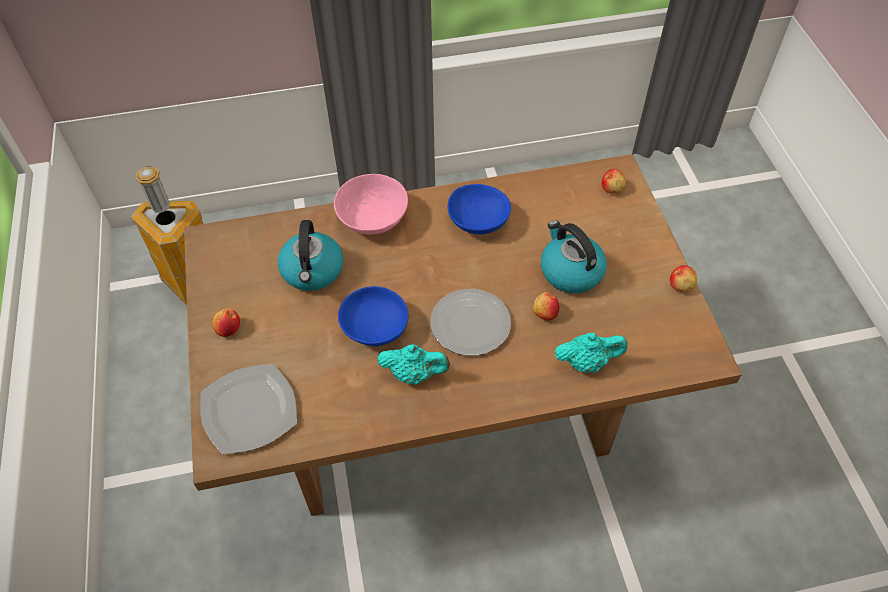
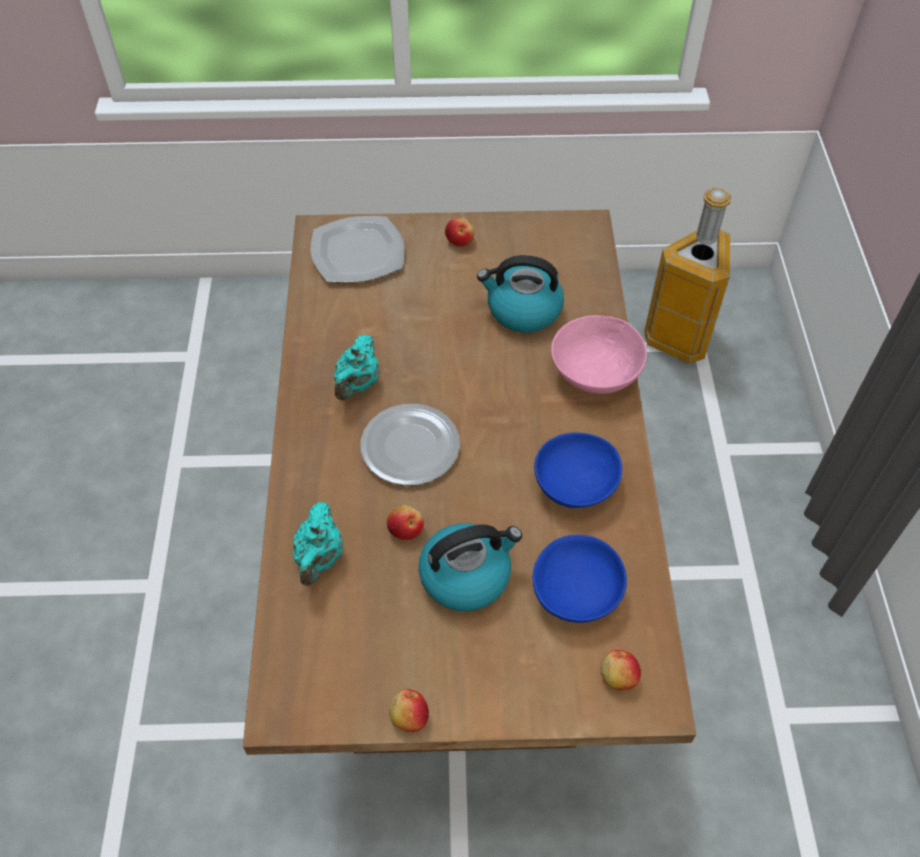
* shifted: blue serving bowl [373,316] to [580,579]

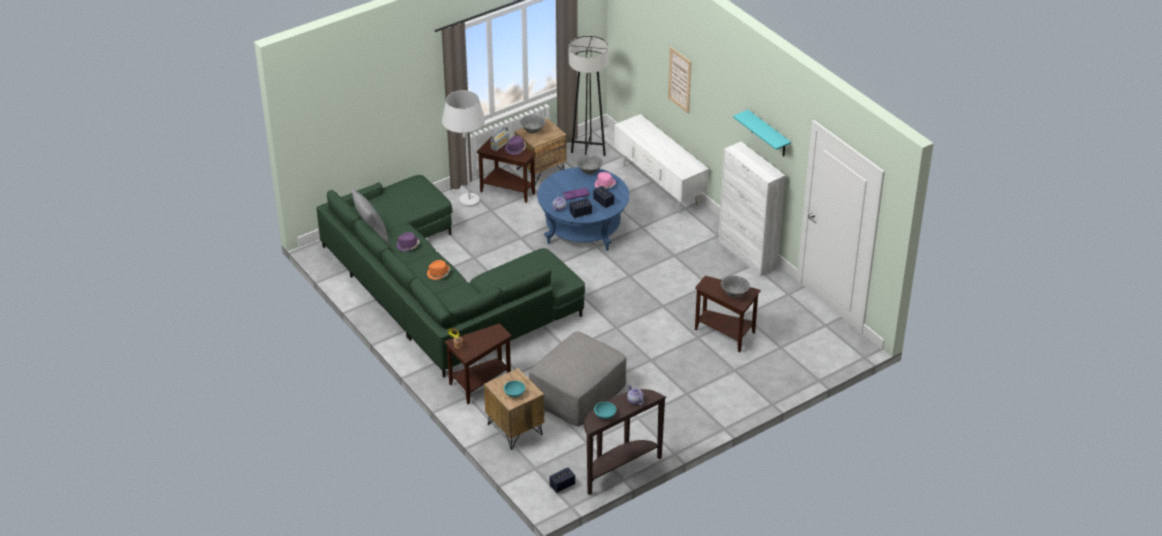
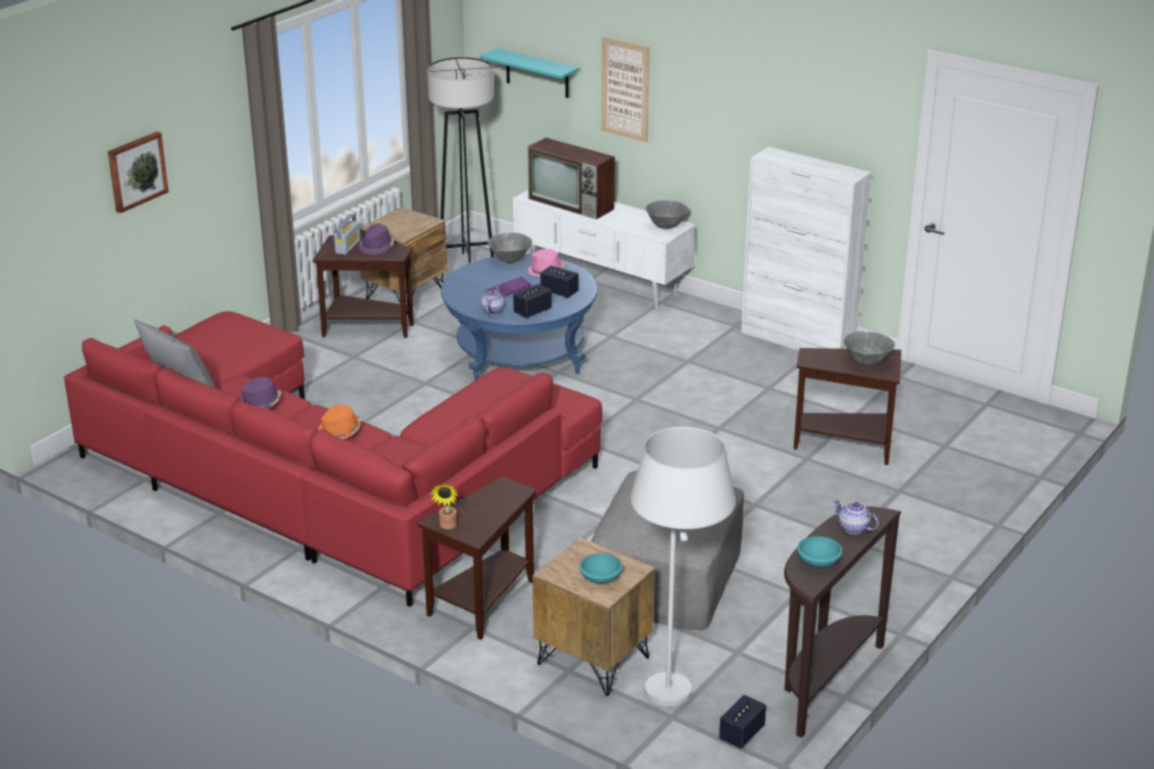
* repainted: green couch [450,276] to red couch [333,459]
* new: picture [138,172]
* shifted: turquoise-coloured bracket shelf [762,133] to [529,73]
* new: TV set [571,179]
* shifted: white standing lamp [463,148] to [683,567]
* shifted: greyish serving bowl [532,124] to [667,214]

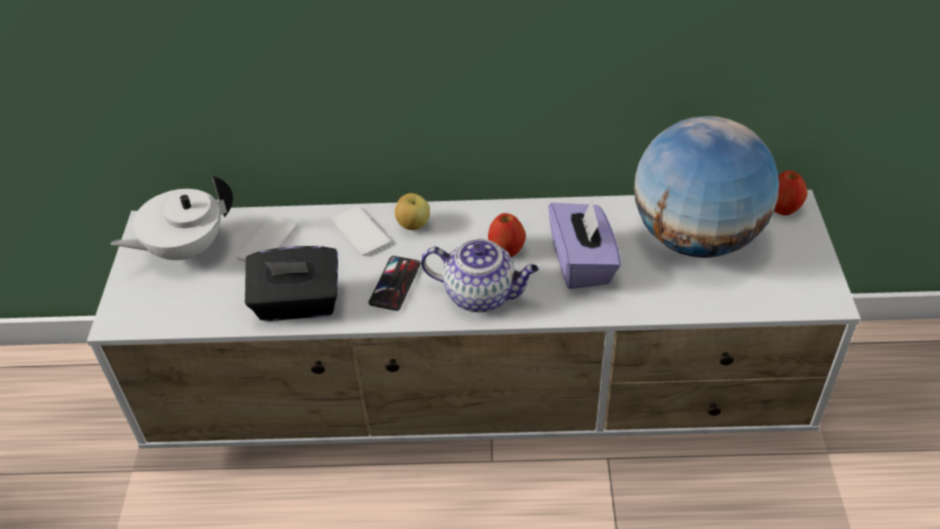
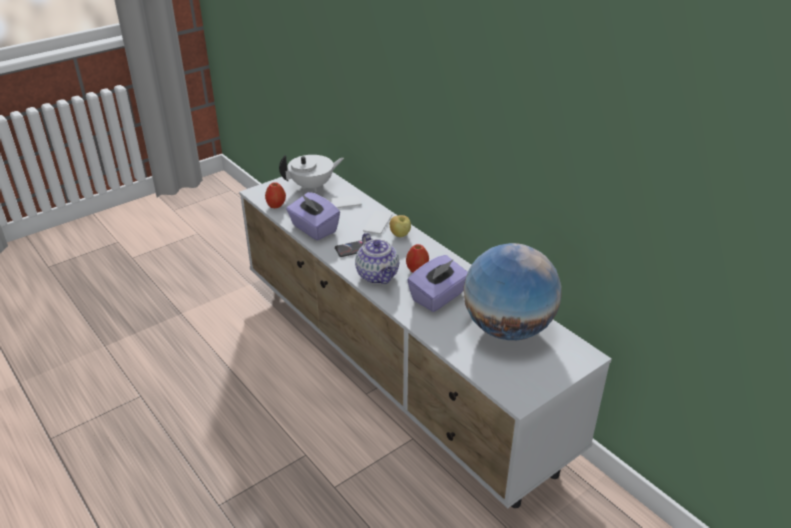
* shifted: apple [790,193] to [275,195]
* rotated: white teapot [172,218] = [311,173] 135 degrees clockwise
* repainted: black-coloured tissue box [291,283] to purplish tissue box [313,216]

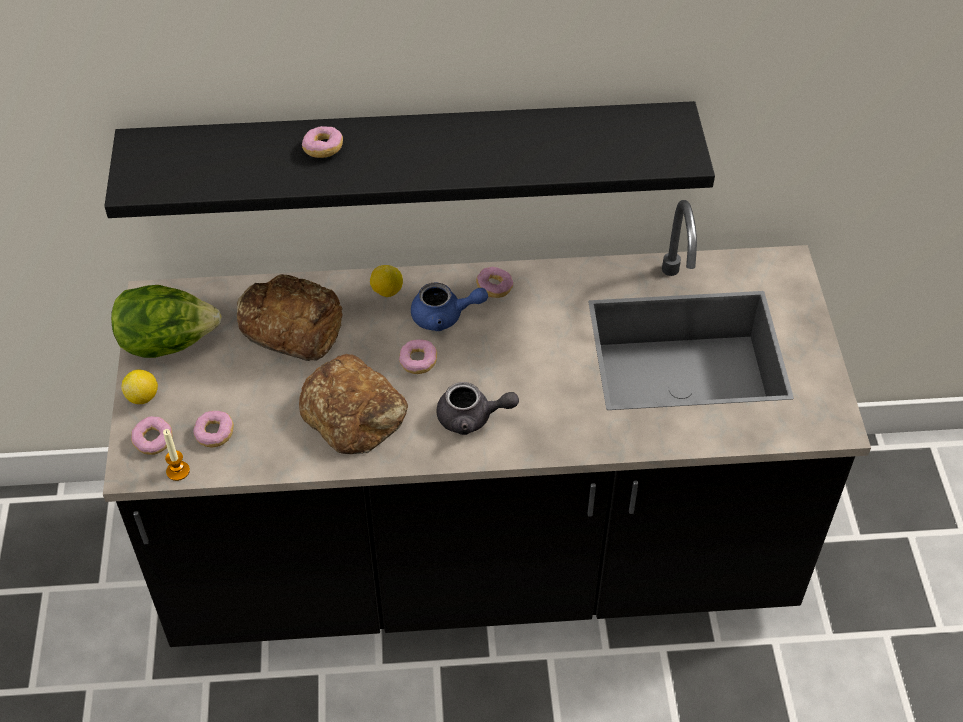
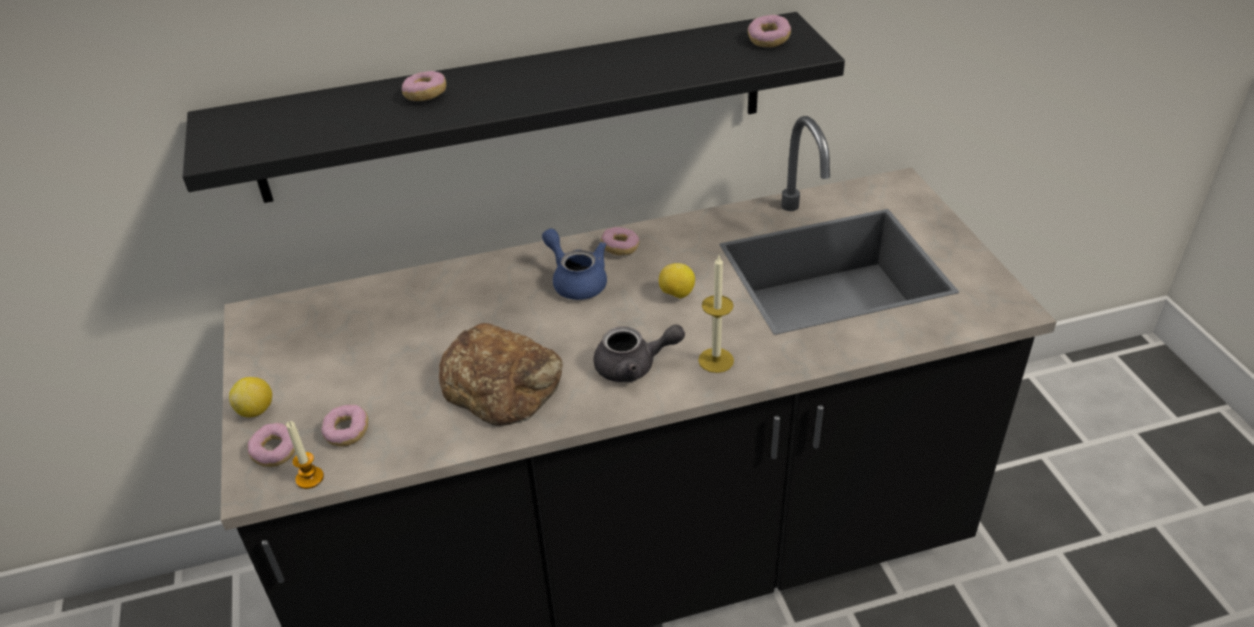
* rotated: blue teapot [449,306] = [574,264] 120 degrees counterclockwise
* shifted: citrus fruit [386,281] to [677,281]
* new: candle [716,314]
* shifted: ring doughnut [418,356] to [769,31]
* gone: head of lettuce [166,321]
* gone: baked bread [290,317]

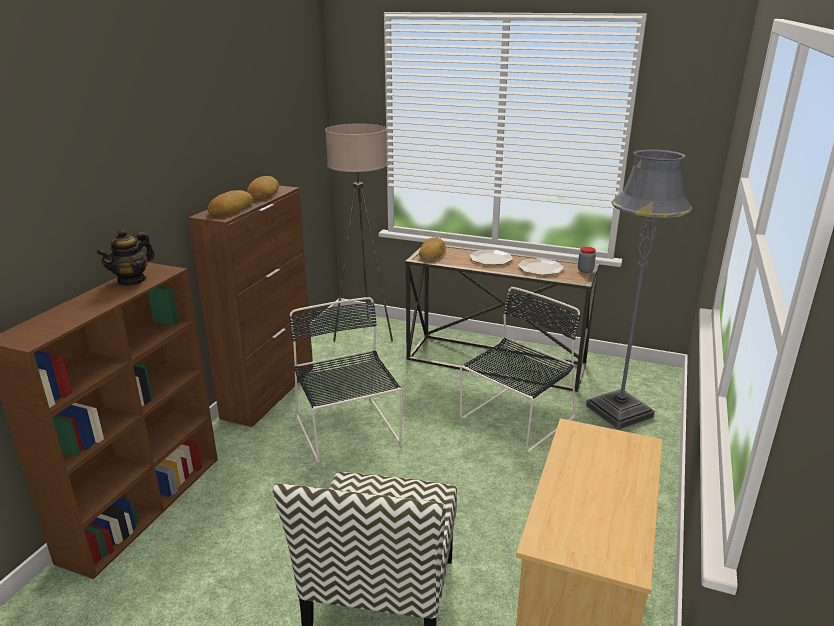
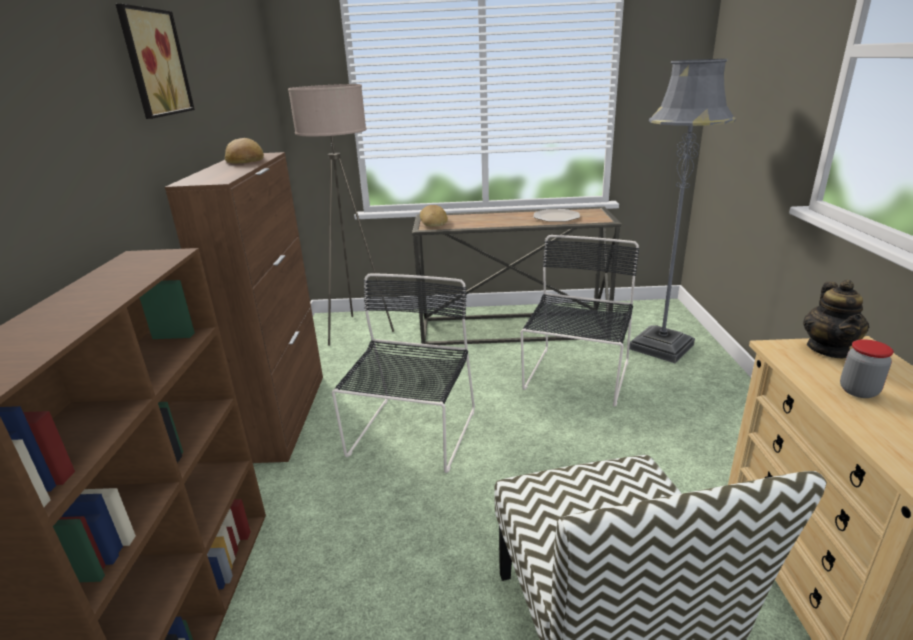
* new: picture [155,61]
* rotated: black-coloured plain chair [346,380] = [403,373] 60 degrees clockwise
* shifted: teapot [126,257] to [836,319]
* shifted: storage jar [587,260] to [867,368]
* gone: baked bread [230,202]
* gone: plate [491,257]

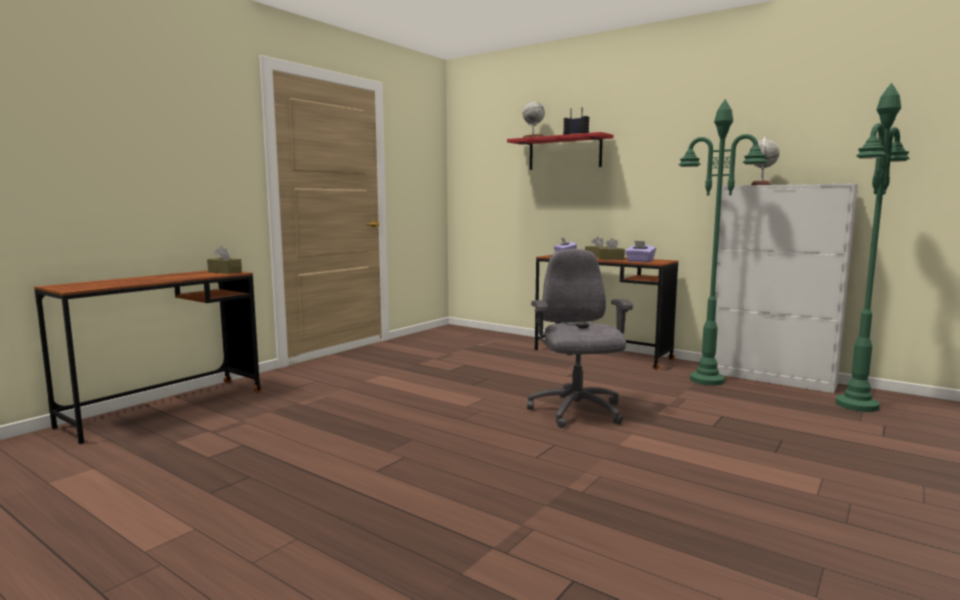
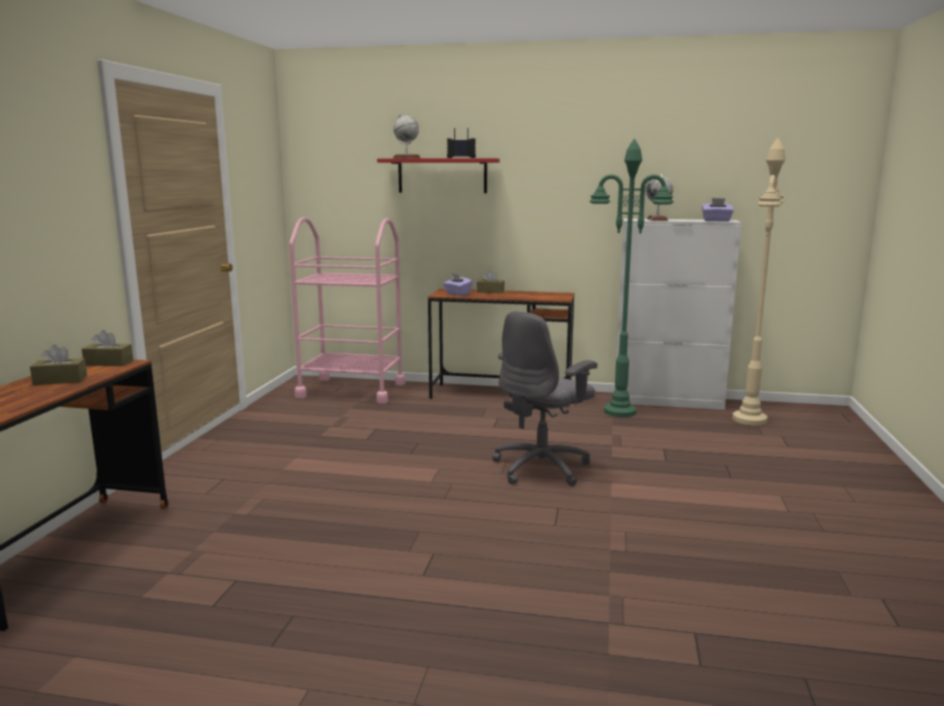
* shifted: brown tissue box [612,249] to [58,364]
* new: pink-coloured wheeled cart [347,310]
* rotated: greyish desk chair [580,338] = [544,398] 105 degrees counterclockwise
* shifted: purplish tissue box [640,251] to [718,210]
* repainted: green standing lamp [872,247] to beige-coloured standing lamp [759,281]

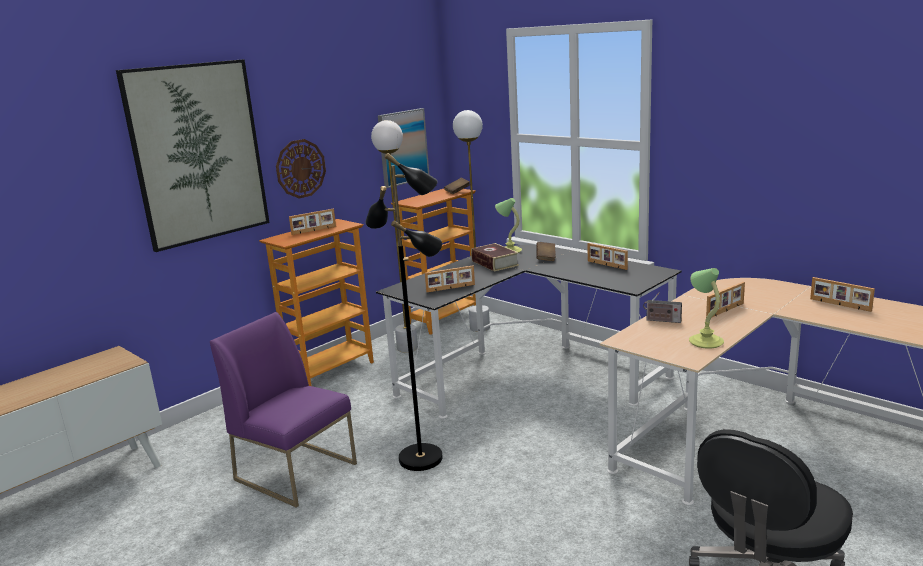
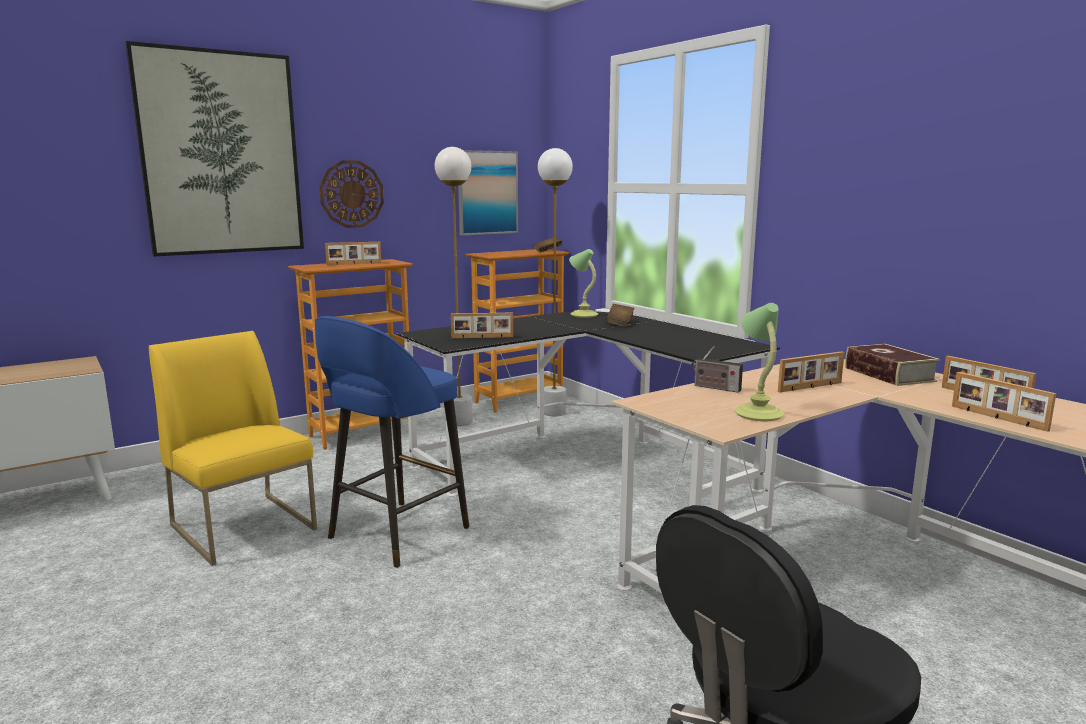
* repainted: purplish plain chair [283,410] to yellowish plain chair [233,448]
* swapped: black-coloured standing lamp [404,312] to blue sitting stool [392,442]
* shifted: volume [495,257] to [892,365]
* shifted: photo frame [608,256] to [1004,402]

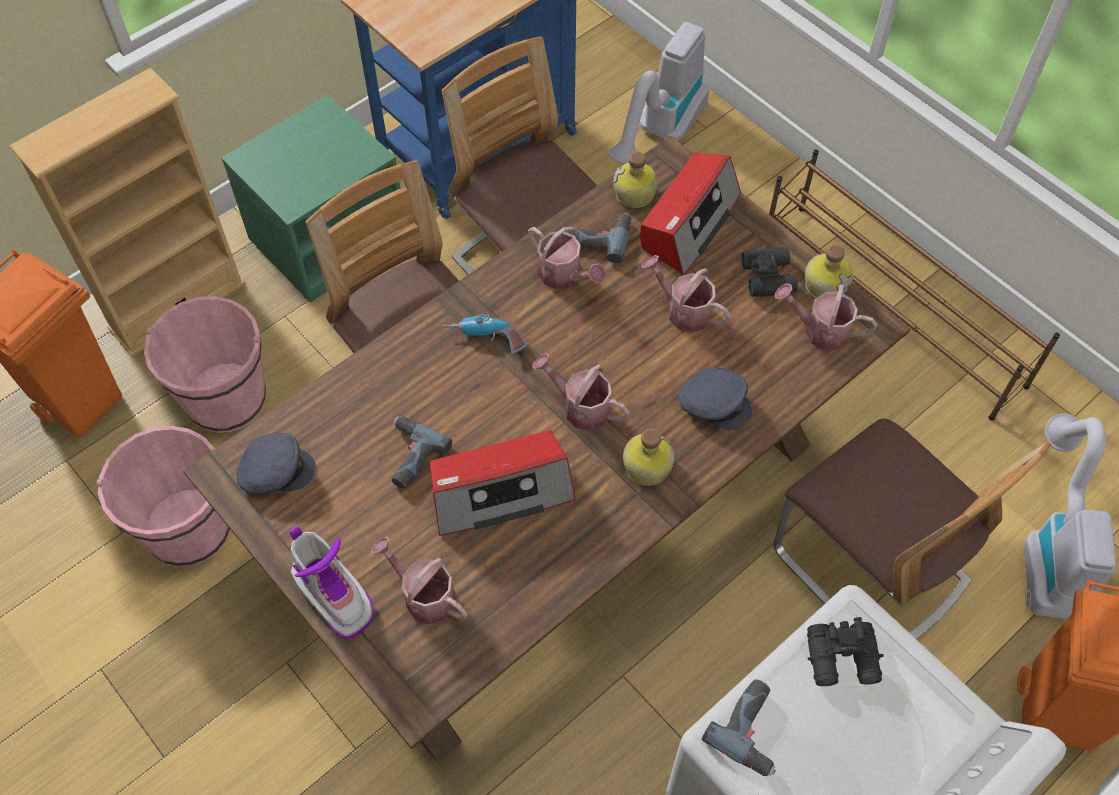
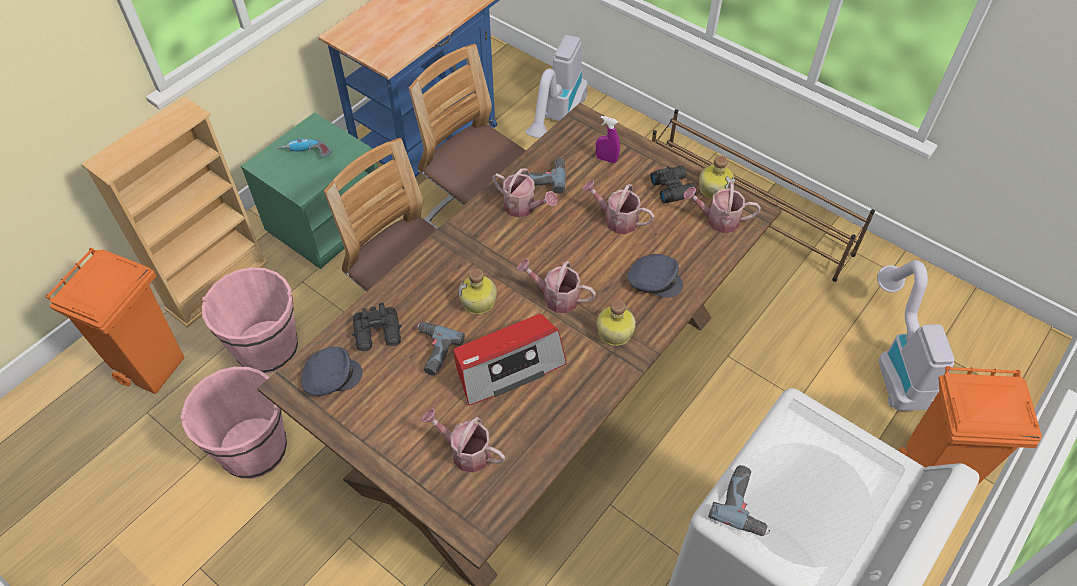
* shifted: drill [485,334] to [304,148]
* shifted: black-coloured binoculars [845,651] to [377,327]
* shifted: drink bottle [635,180] to [477,291]
* swapped: radio set [690,214] to purplish spray bottle [608,139]
* gone: boot [331,582]
* gone: plain chair [912,528]

